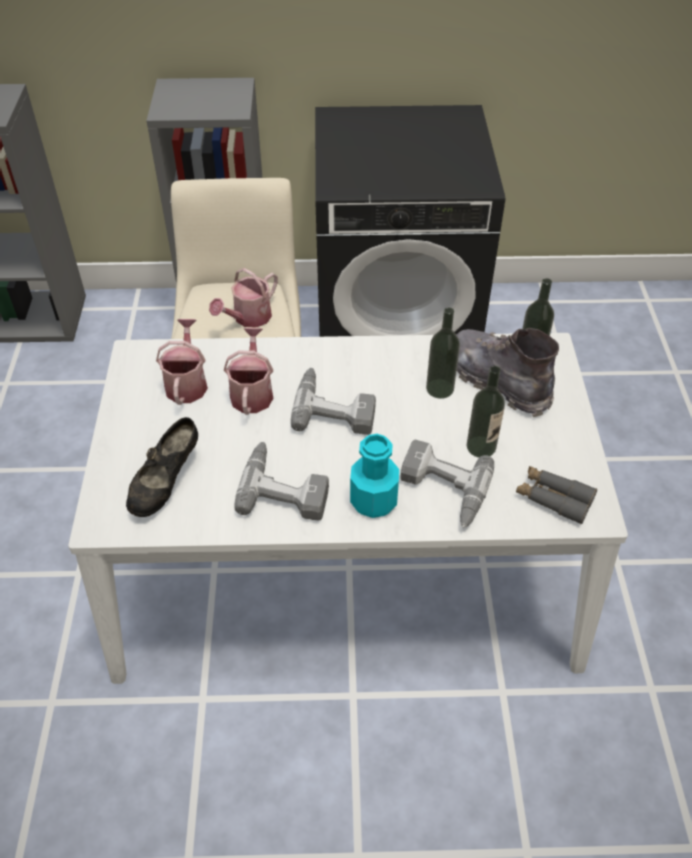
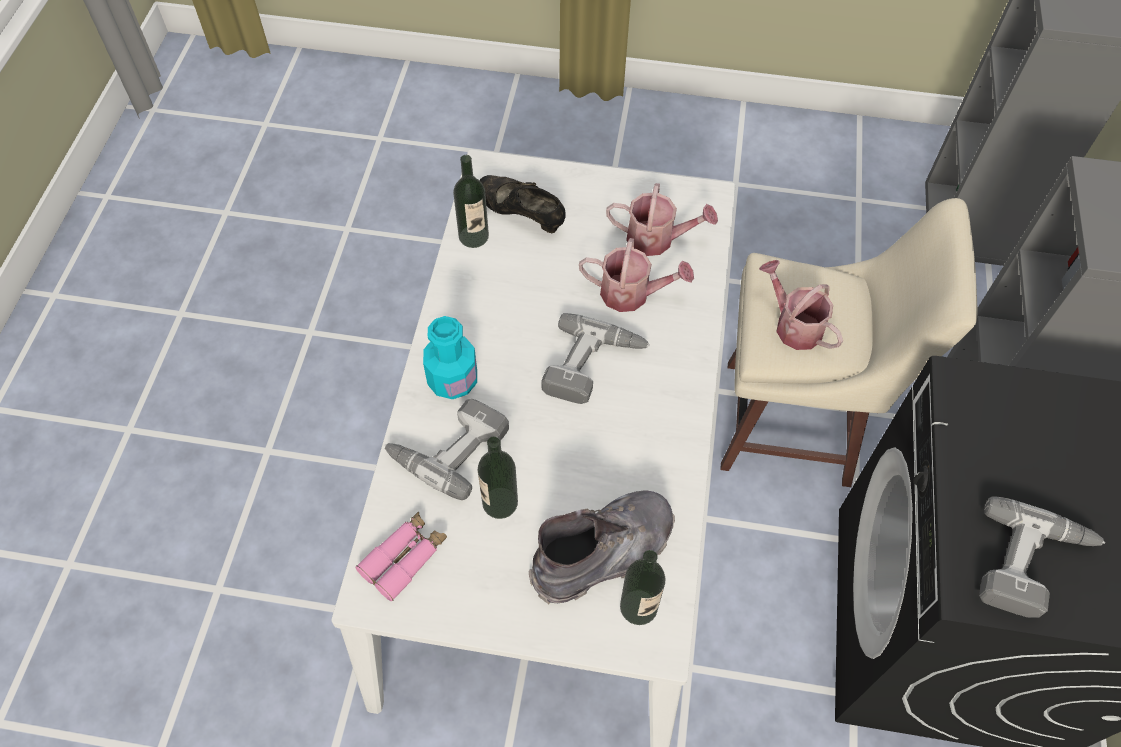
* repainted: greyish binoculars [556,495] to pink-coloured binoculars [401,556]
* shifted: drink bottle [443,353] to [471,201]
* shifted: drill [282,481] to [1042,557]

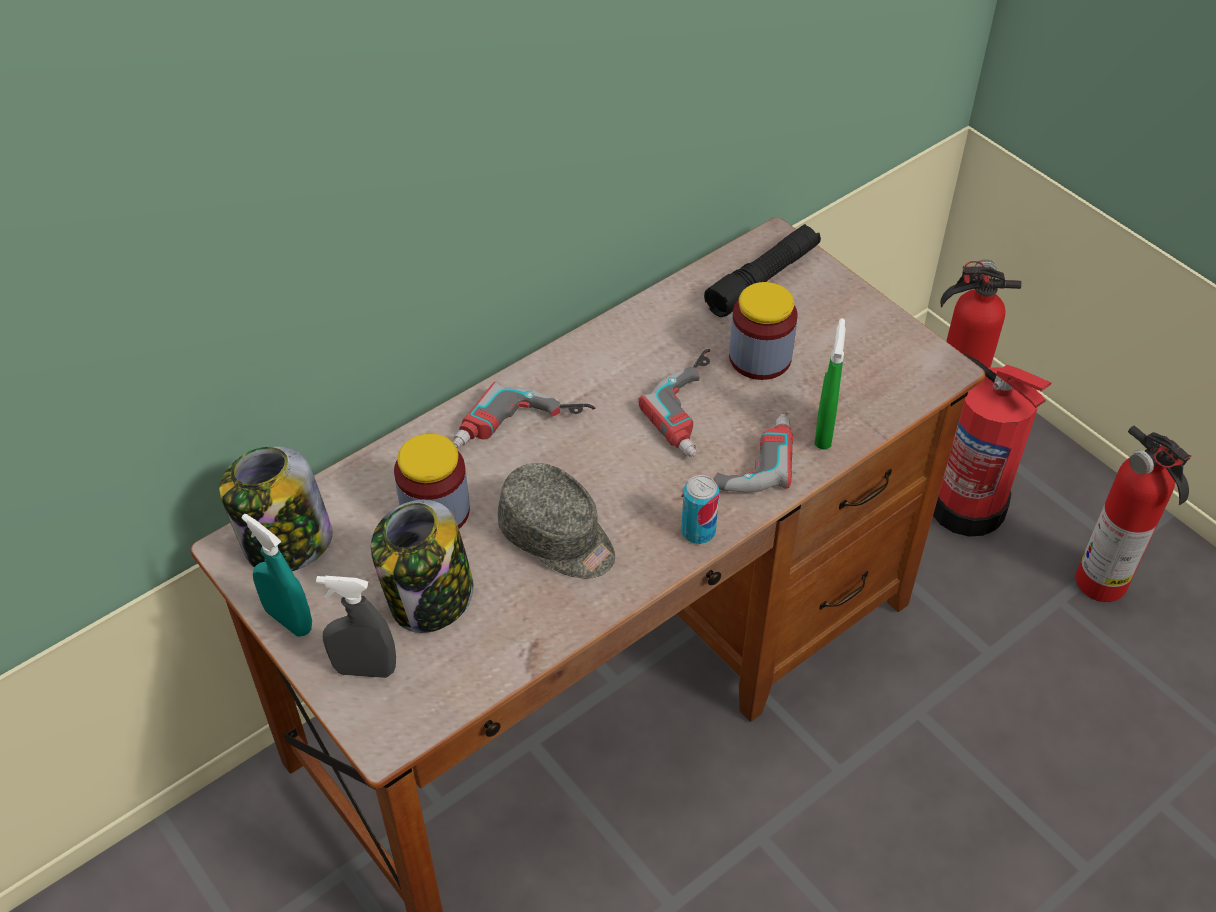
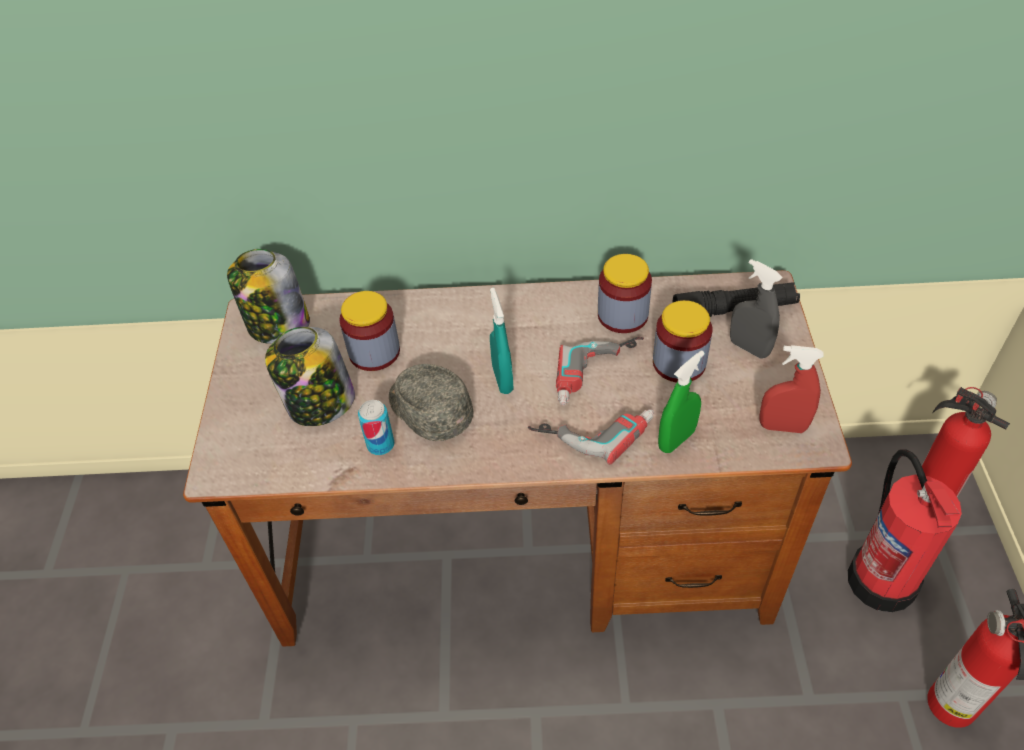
* shifted: can [700,509] to [376,427]
* rotated: greyish peaked cap [556,521] = [431,402] 150 degrees clockwise
* shifted: turquoise-coloured spray bottle [276,575] to [501,341]
* new: storage jar [625,293]
* shifted: greyish spray bottle [356,627] to [756,308]
* new: red spray bottle [791,389]
* gone: drill [524,415]

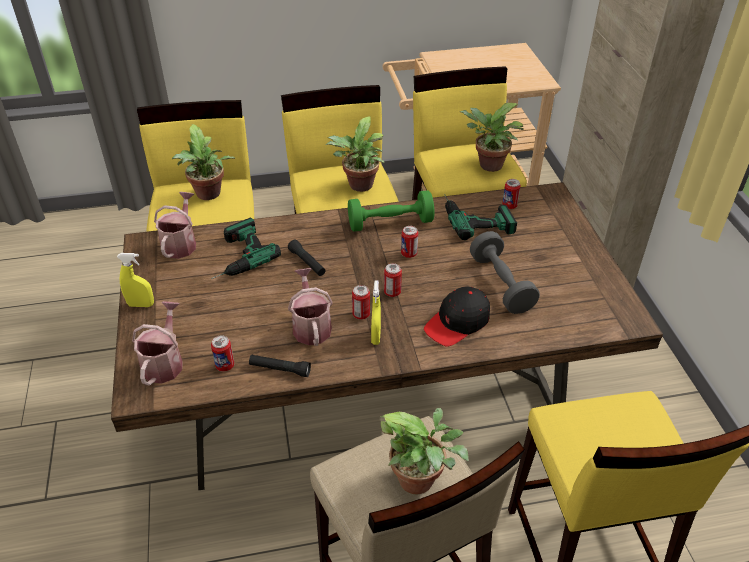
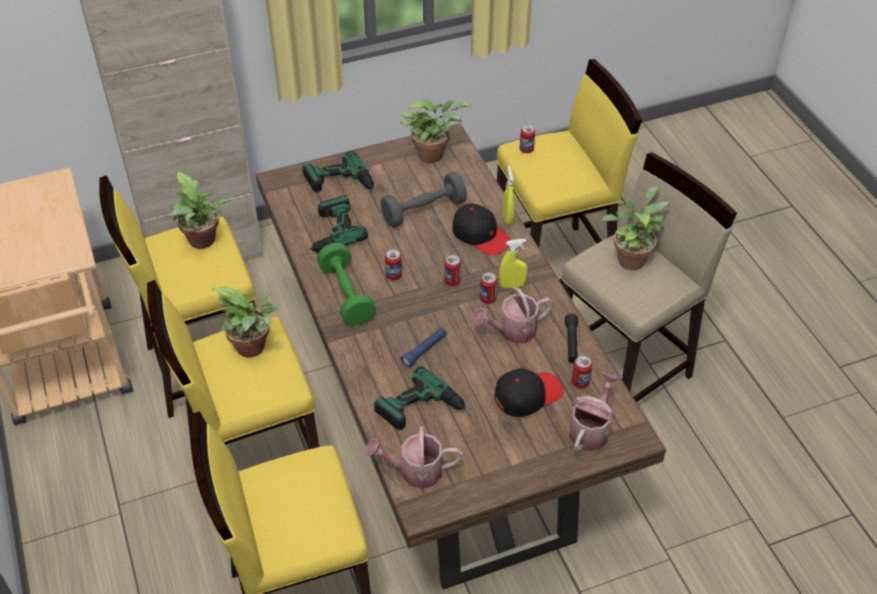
* new: drill [339,173]
* shifted: plant in a pot [203,162] to [436,131]
* repainted: black-coloured torch [307,258] to blue torch [423,348]
* new: black-coloured peaked cap [528,392]
* shifted: yellowish spray bottle [135,280] to [508,195]
* shifted: can [511,194] to [527,139]
* rotated: sprinkling can [157,343] = [594,412] 120 degrees clockwise

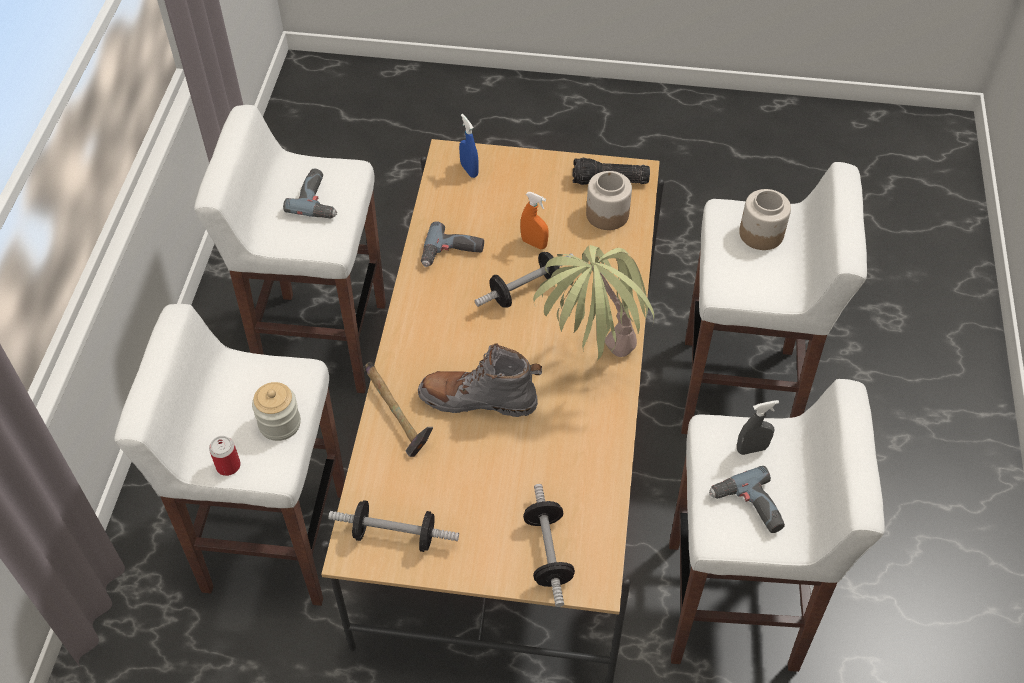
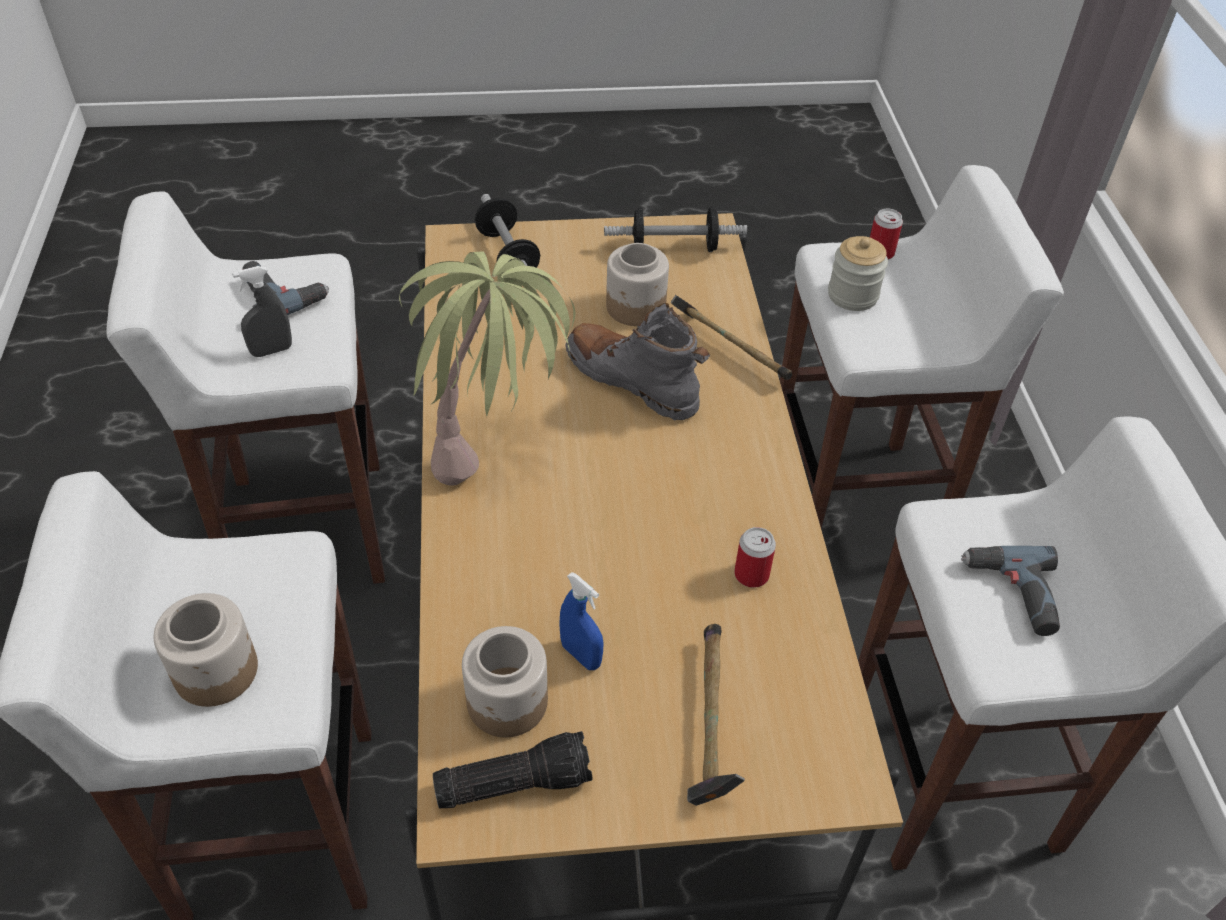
* shifted: blue spray bottle [469,146] to [581,621]
* rotated: greyish boot [480,380] = [637,362] 135 degrees counterclockwise
* new: storage jar [637,284]
* new: hand hammer [716,715]
* swapped: drill [452,244] to can [755,557]
* gone: dumbbell [524,280]
* gone: orangey spray bottle [534,220]

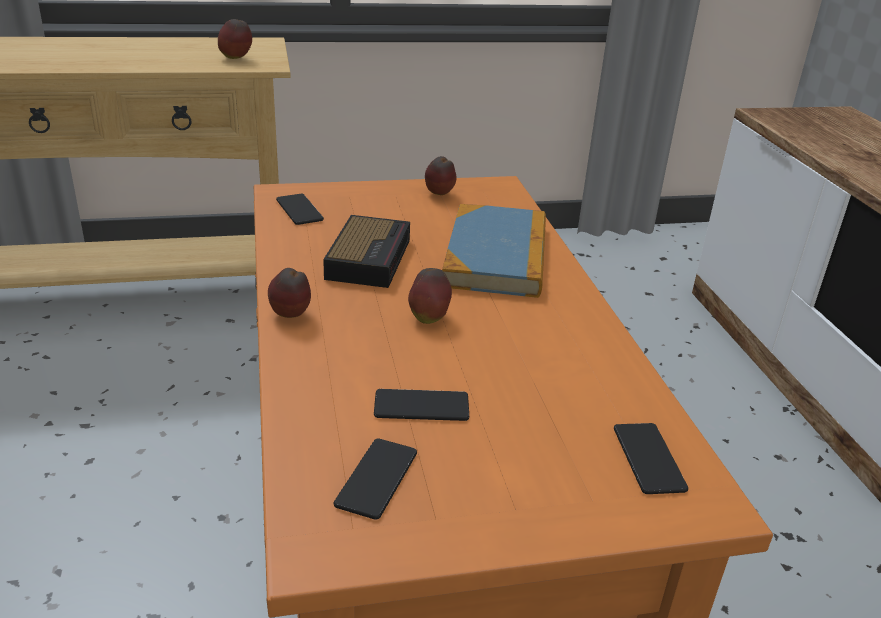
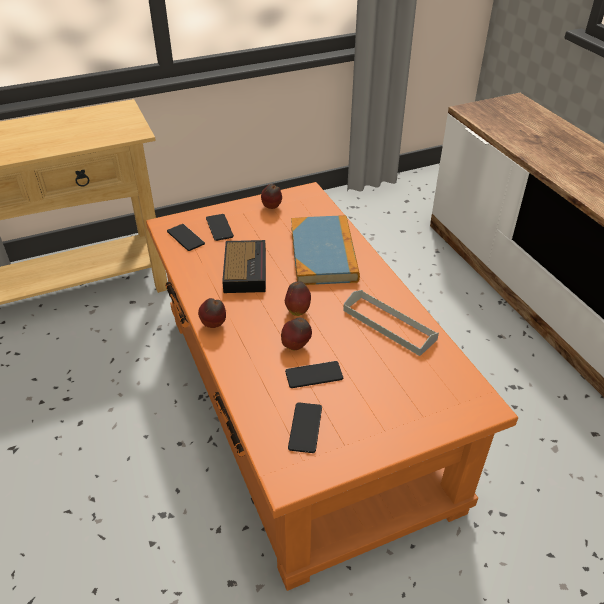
* shifted: telephone [651,458] to [220,227]
* shifted: apple [235,39] to [296,334]
* new: greyish tray [391,323]

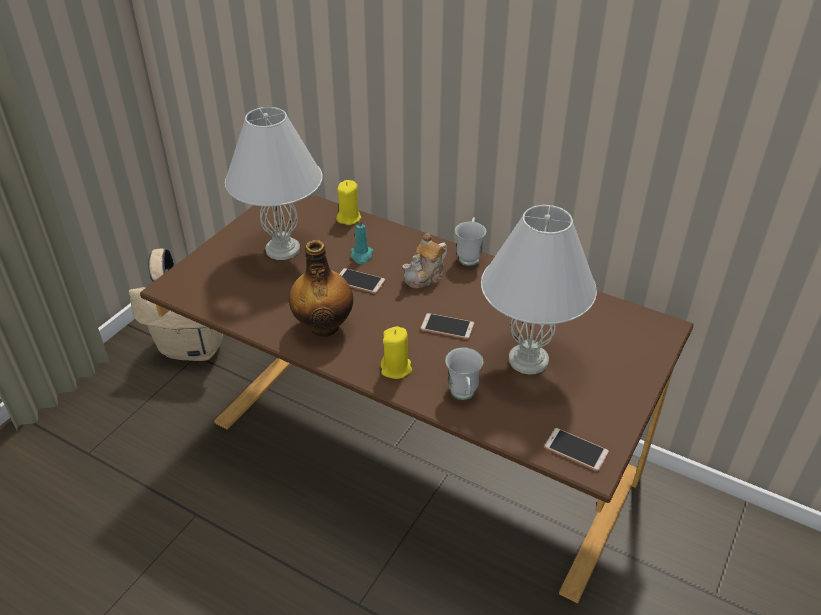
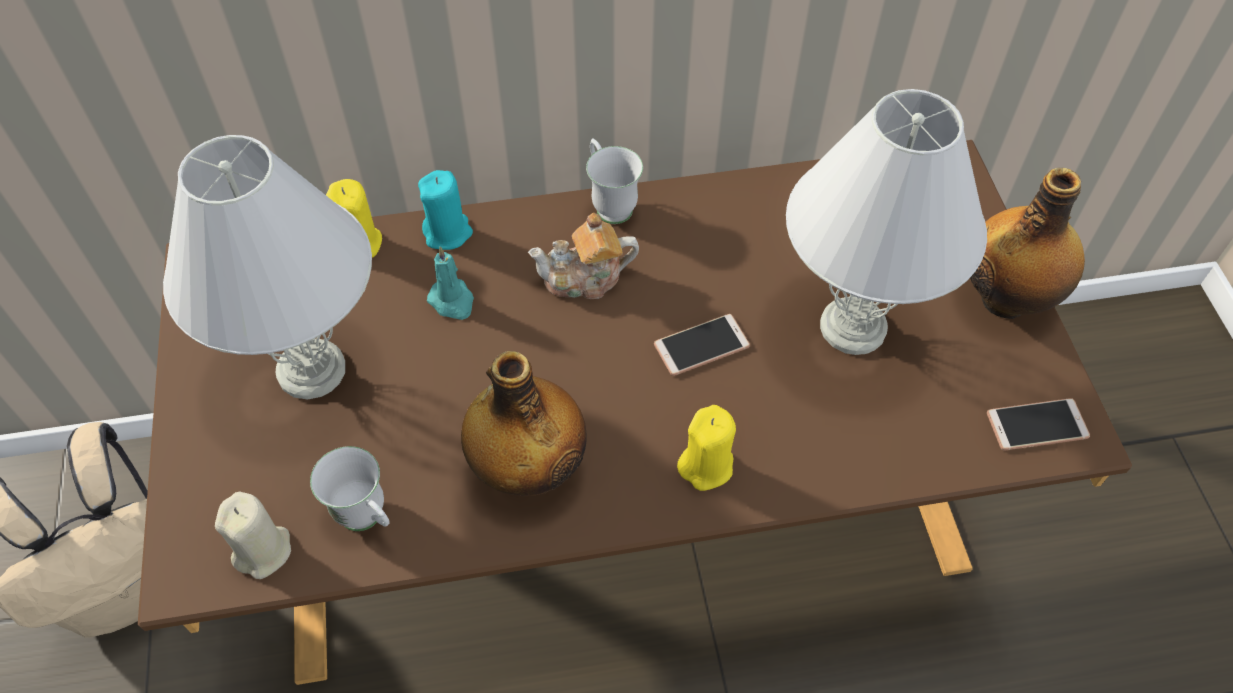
* new: beige-coloured candle [253,535]
* shifted: white coffee mug [464,373] to [350,488]
* new: turquoise-coloured candle [445,210]
* rotated: teapot [424,261] = [583,256] 75 degrees clockwise
* new: drink bottle [1027,243]
* gone: telephone [362,281]

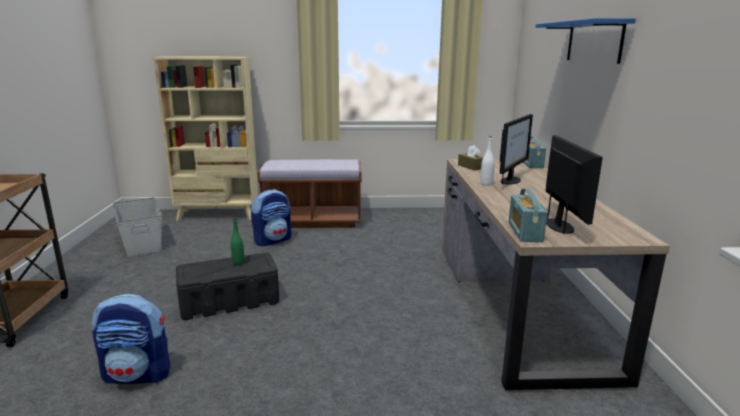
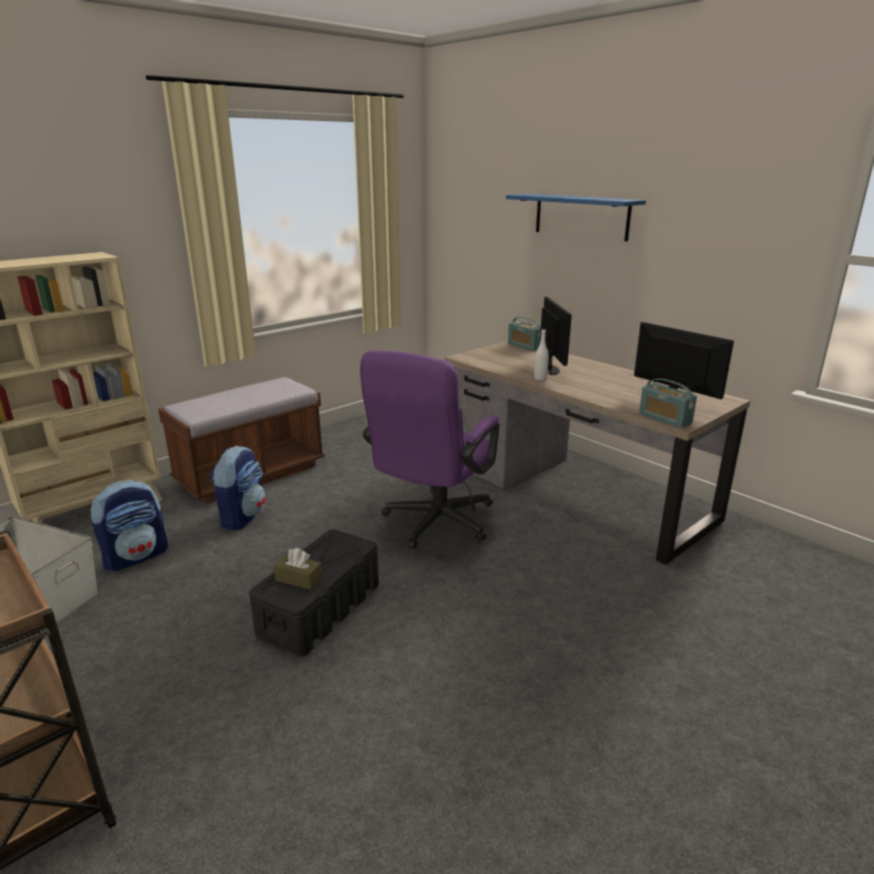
* shifted: backpack [131,338] to [129,525]
* shifted: brown tissue box [470,158] to [298,569]
* new: purplish desk chair [430,449]
* gone: green drink bottle [238,241]

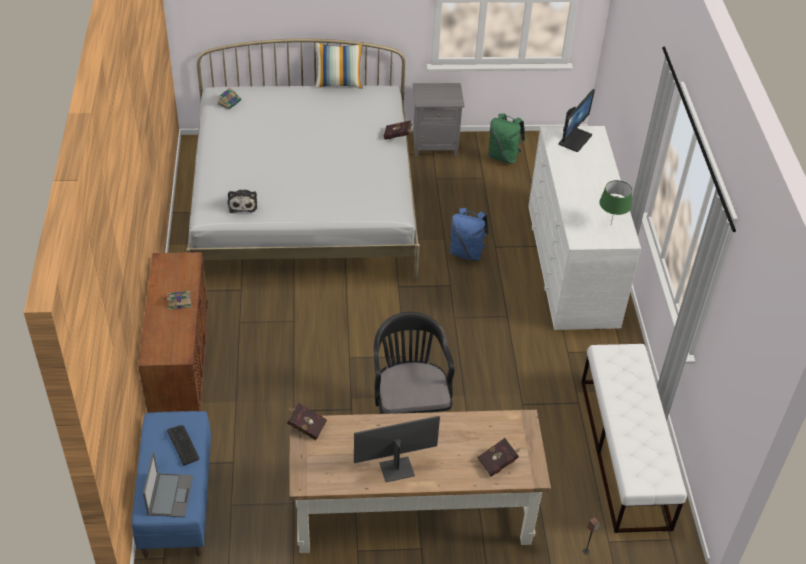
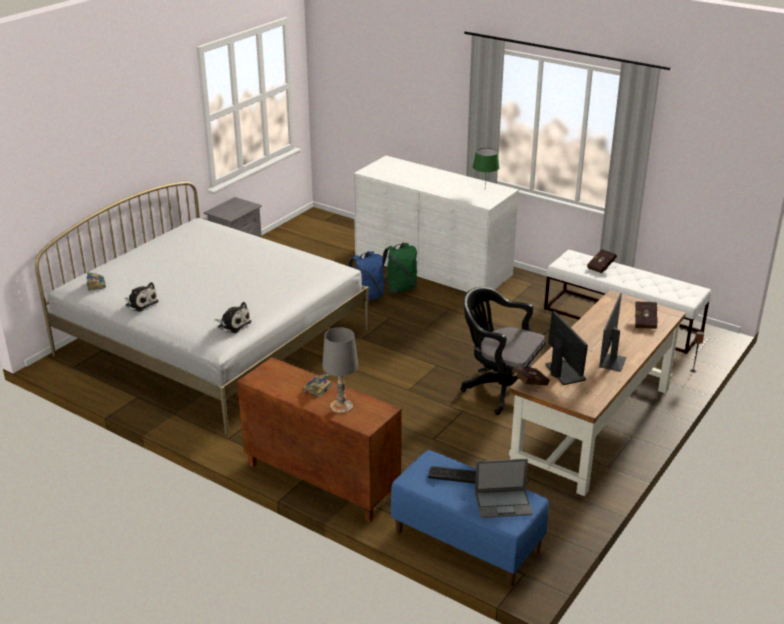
* new: cuddly toy [141,297]
* new: greyish tabletop lamp [340,370]
* shifted: green backpack [506,138] to [399,268]
* rotated: laptop [168,484] = [504,488] 135 degrees clockwise
* shifted: computer display [577,120] to [567,348]
* shifted: red volume [399,130] to [602,261]
* gone: throw pillow [339,65]

